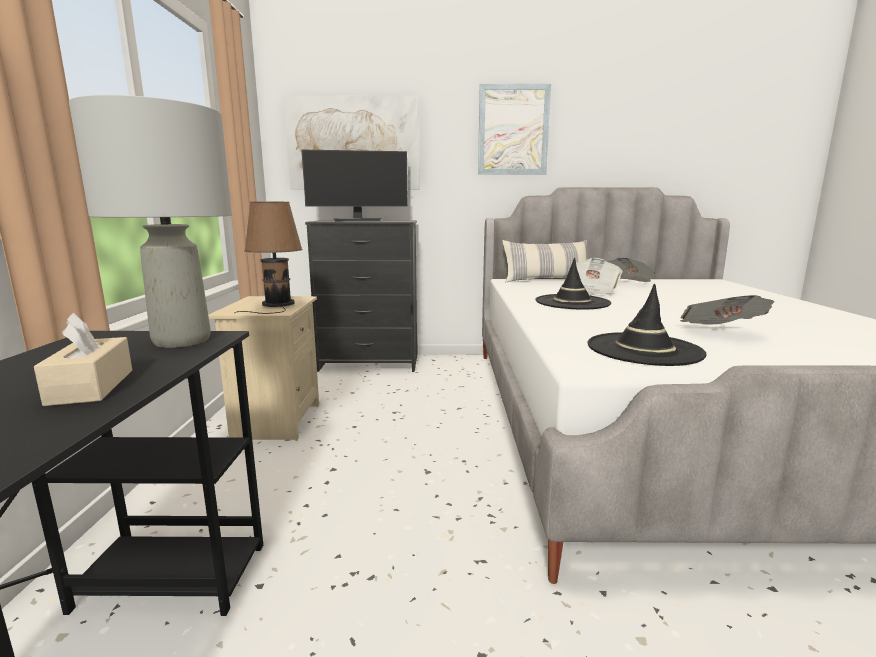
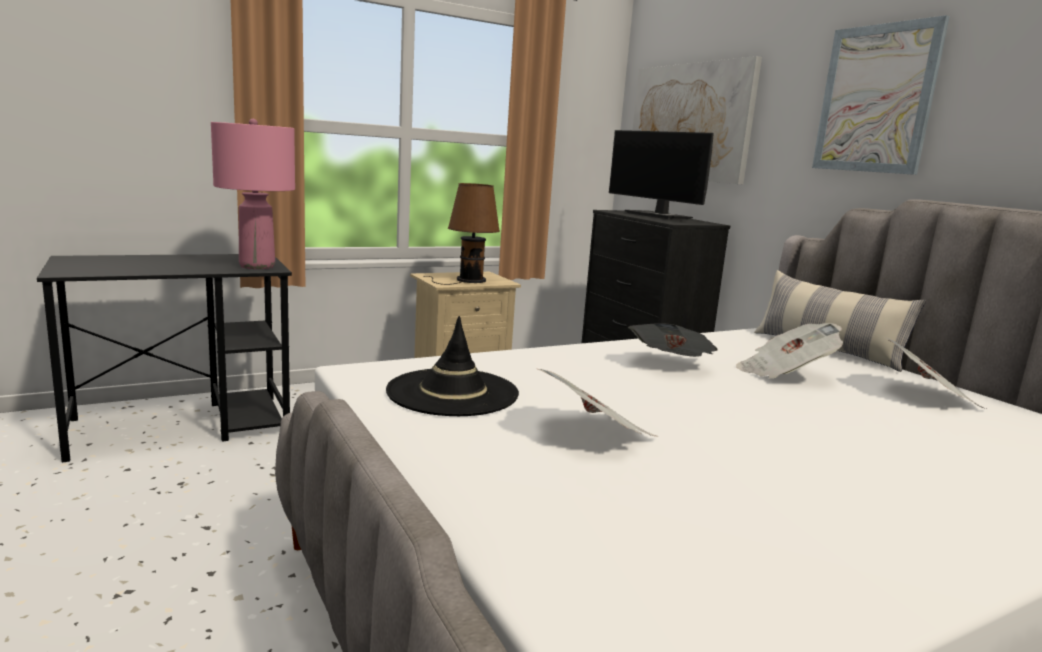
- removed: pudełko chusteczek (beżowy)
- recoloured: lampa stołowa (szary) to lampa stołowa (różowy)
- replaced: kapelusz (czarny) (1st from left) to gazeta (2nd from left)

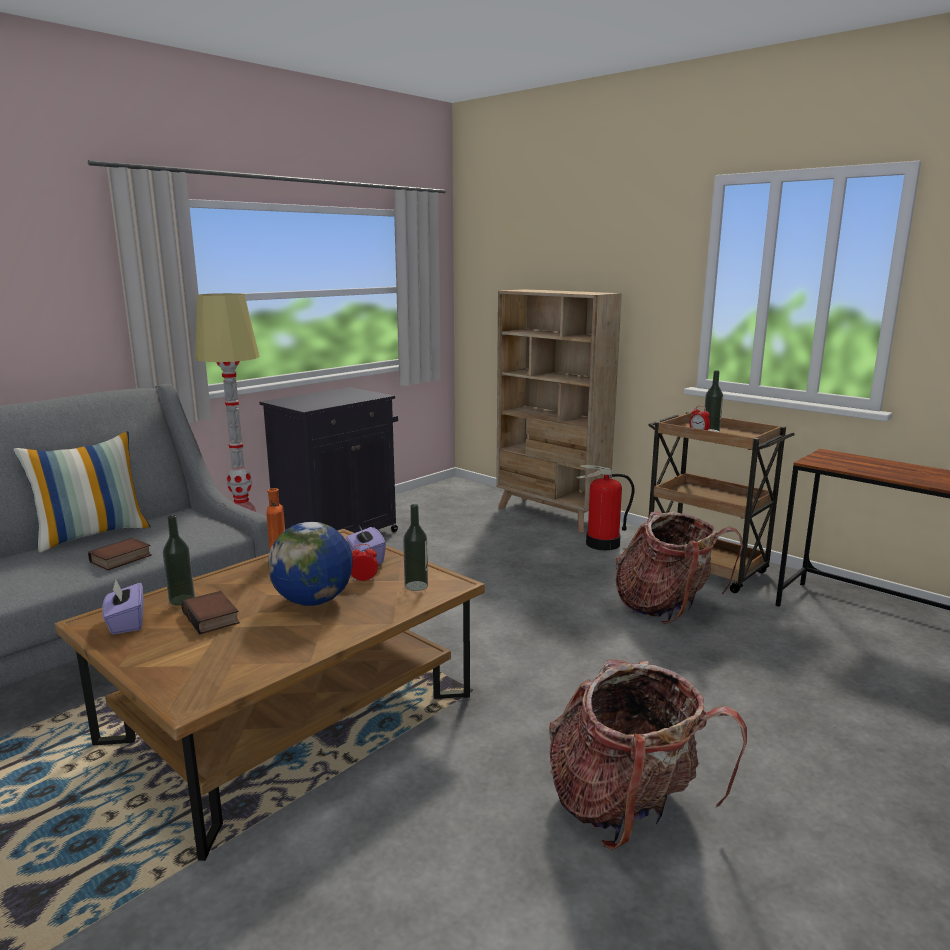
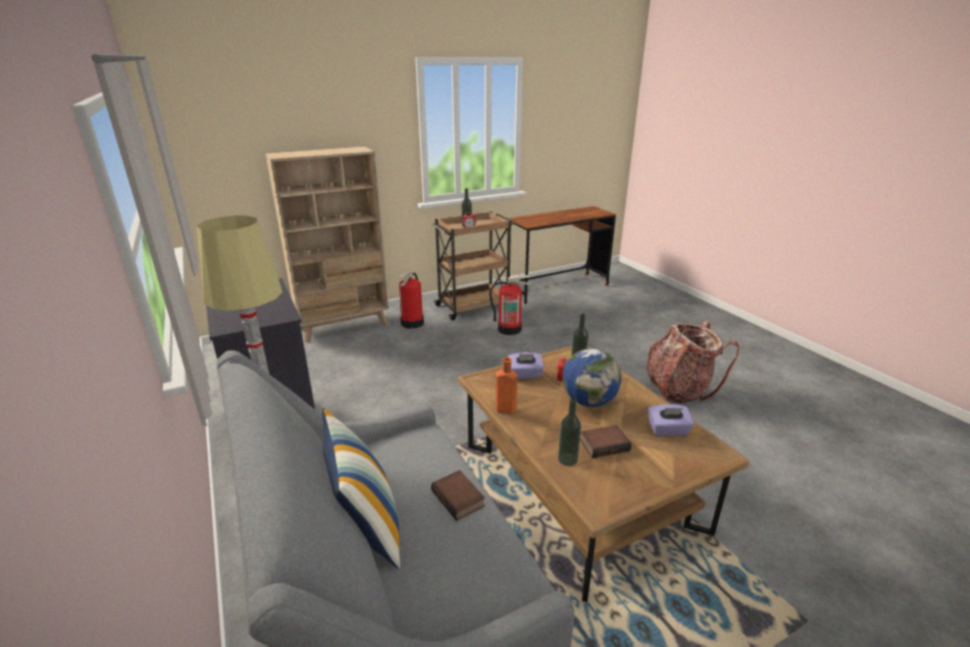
- moved: pudełko chusteczek (fioletowy) (1st from left in the first image) to pudełko chusteczek (fioletowy) (2nd from left)
- replaced: plecak (2nd from left) to gaśnica (2nd from left)

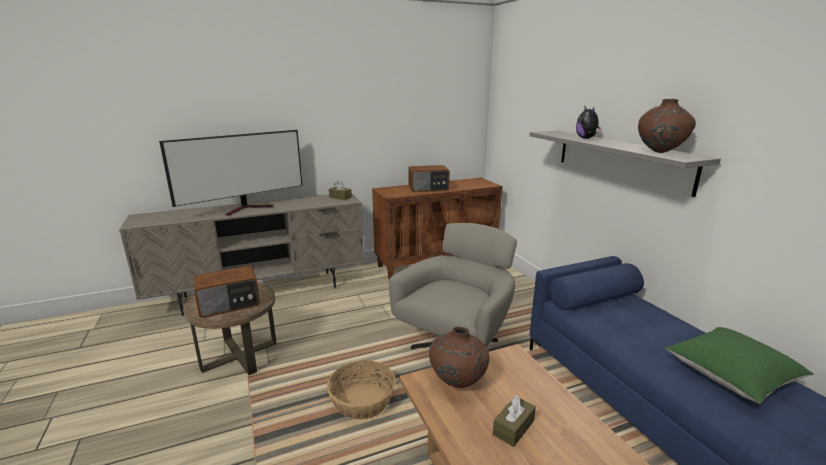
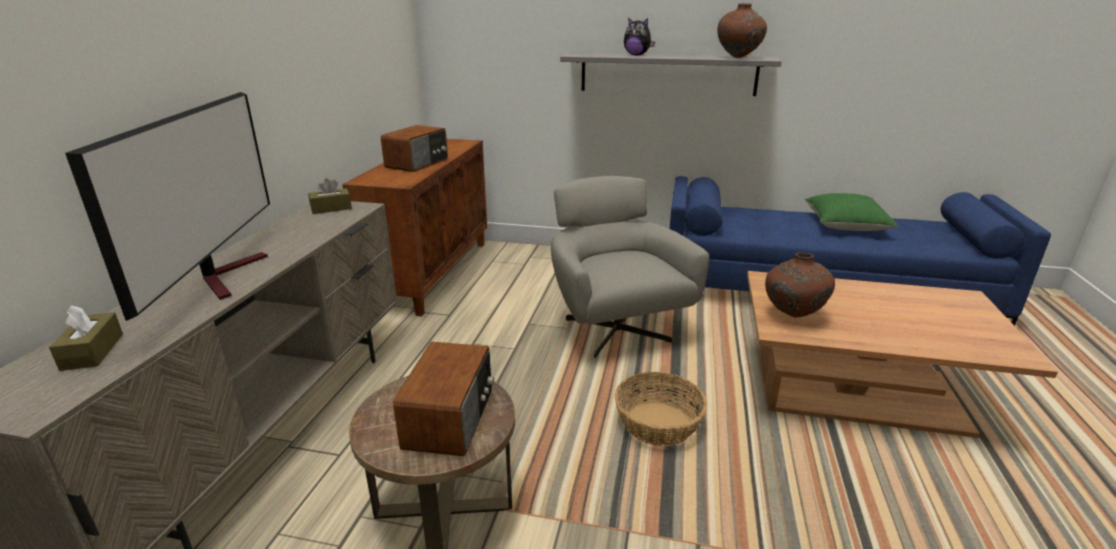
- moved: pudełko chusteczek (brązowy) (2nd from left in the first image) to pudełko chusteczek (brązowy) (1st from left)

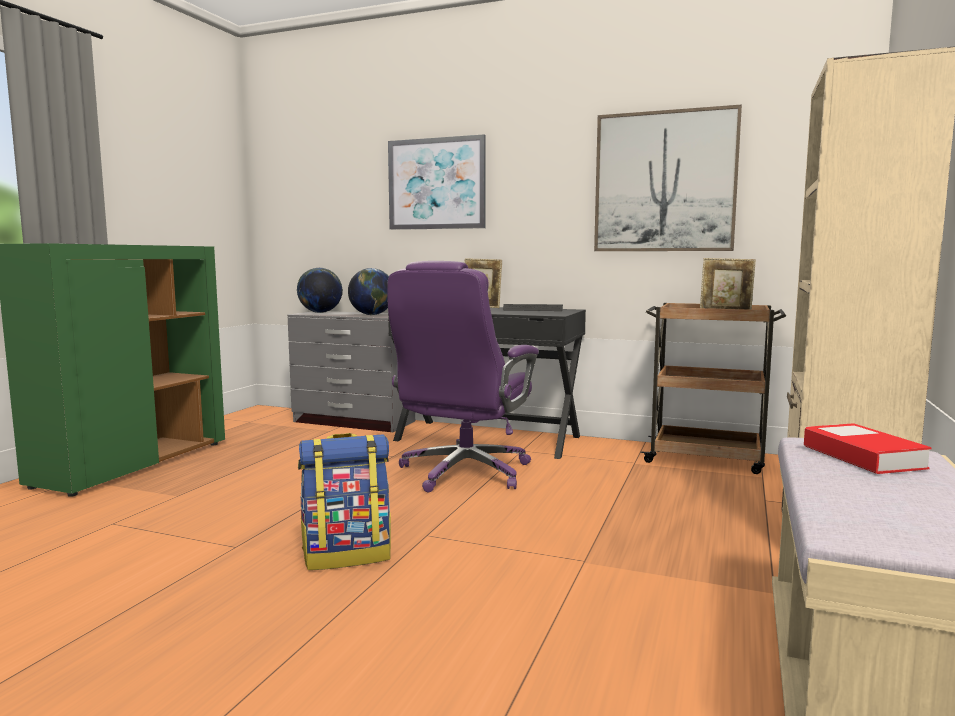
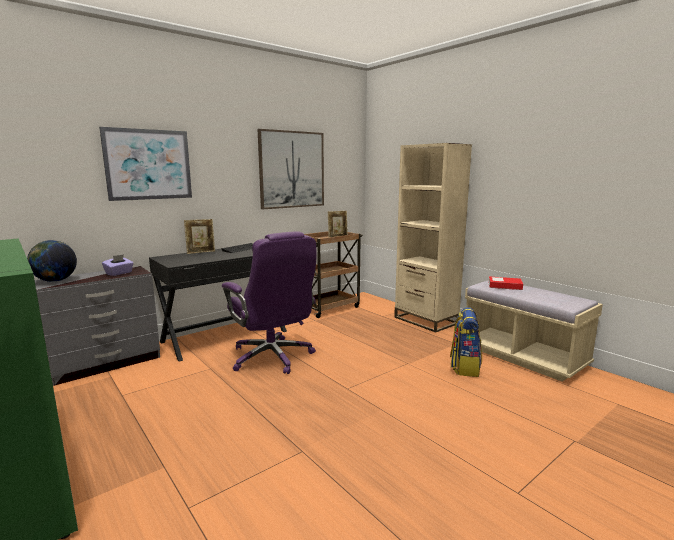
- moved: plecak
- replaced: globus (2nd from left) to pudełko chusteczek (fioletowy)

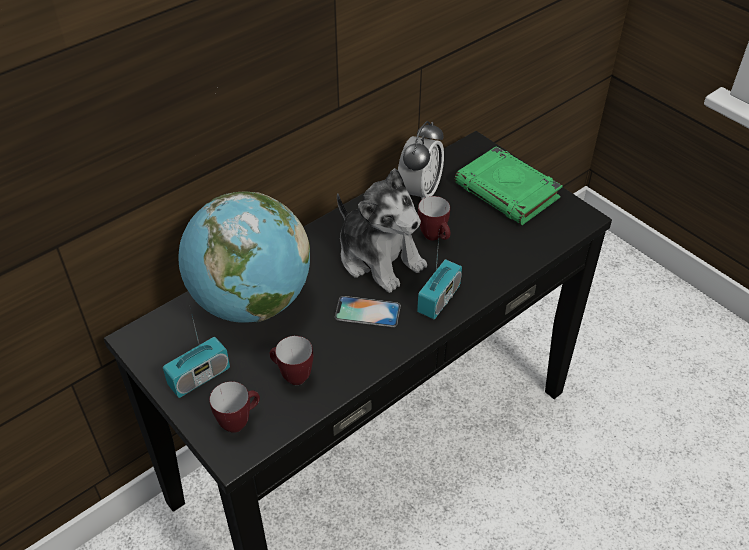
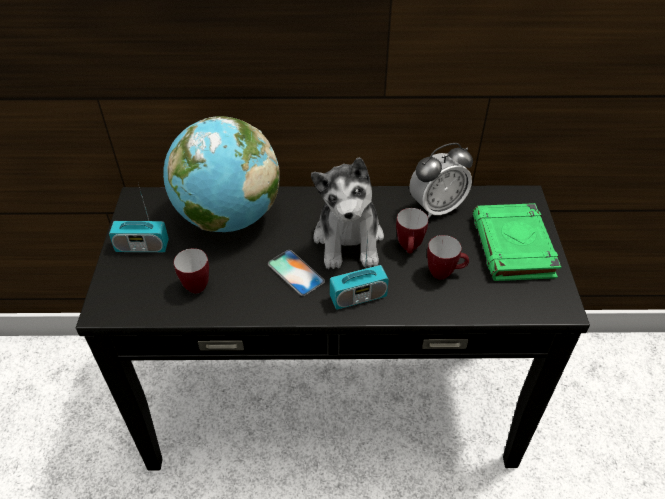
- moved: kubek (1st from left in the first image) to kubek (3rd from left)

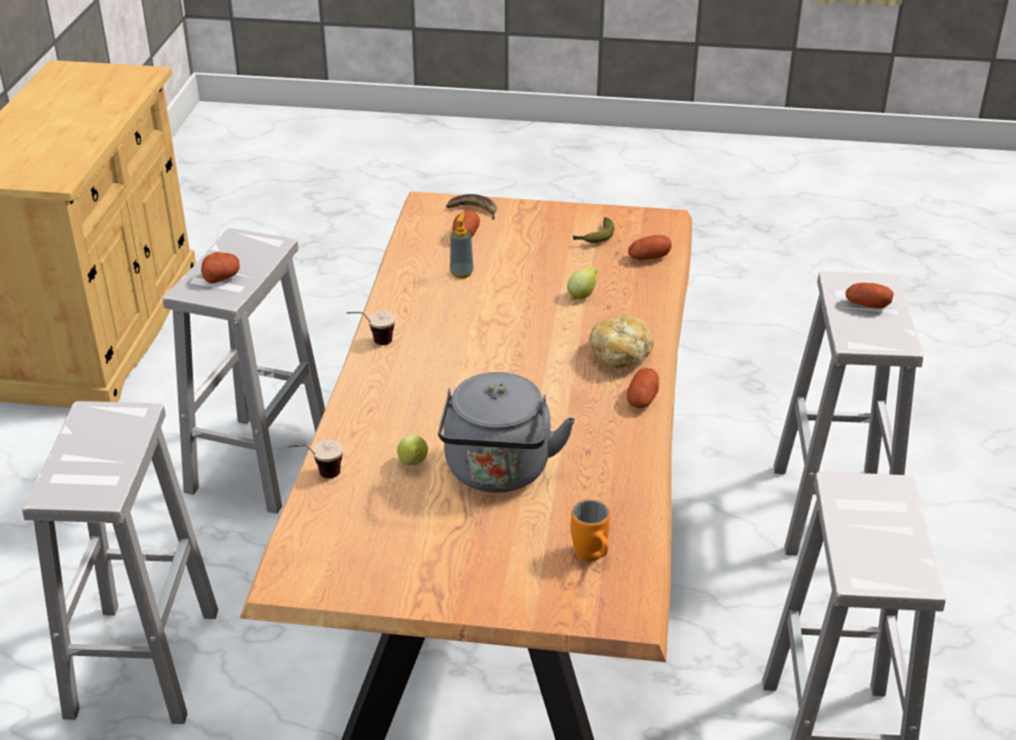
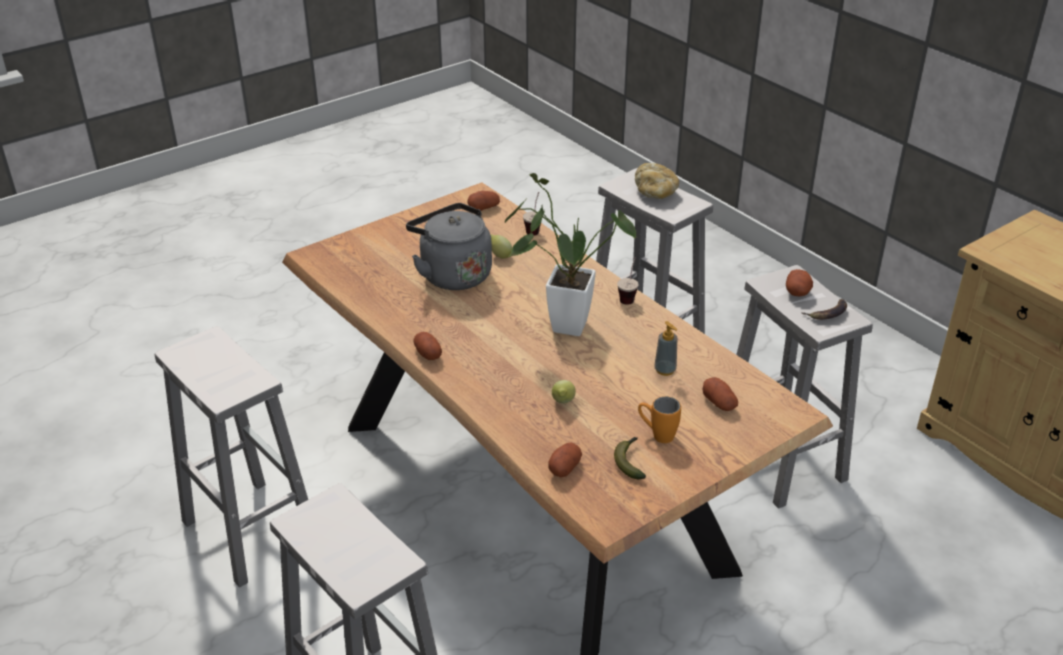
- moved: banan (1st from left in the first image) to banan (2nd from left)
- moved: kubek (pomarańczowy)
- moved: chleb
- moved: ziemniak (5th from left in the first image) to ziemniak (2nd from left)
- added: roślina doniczkowa

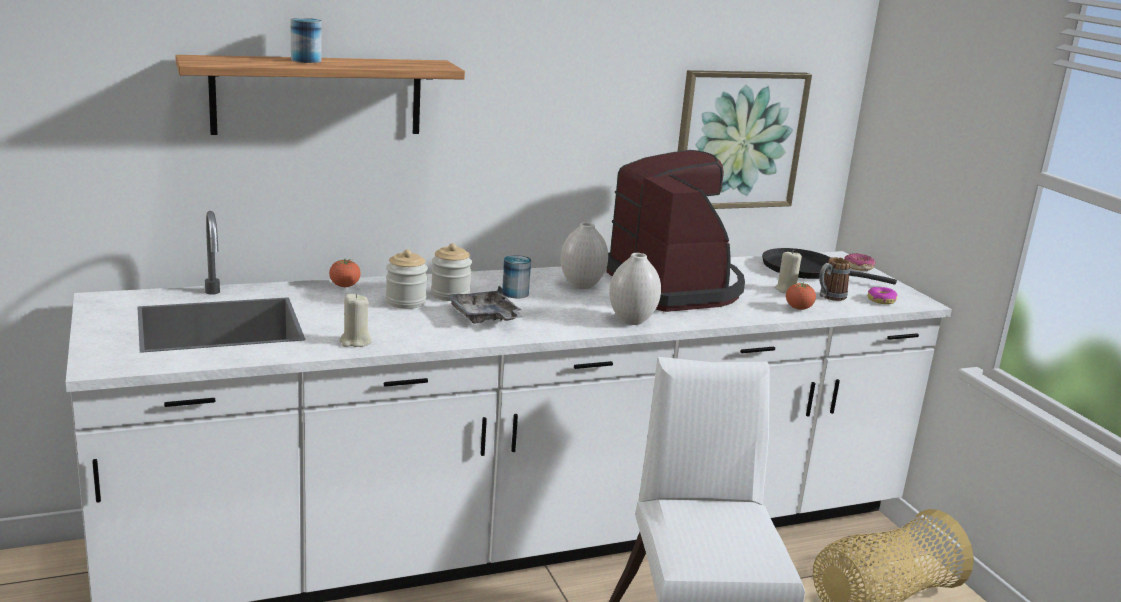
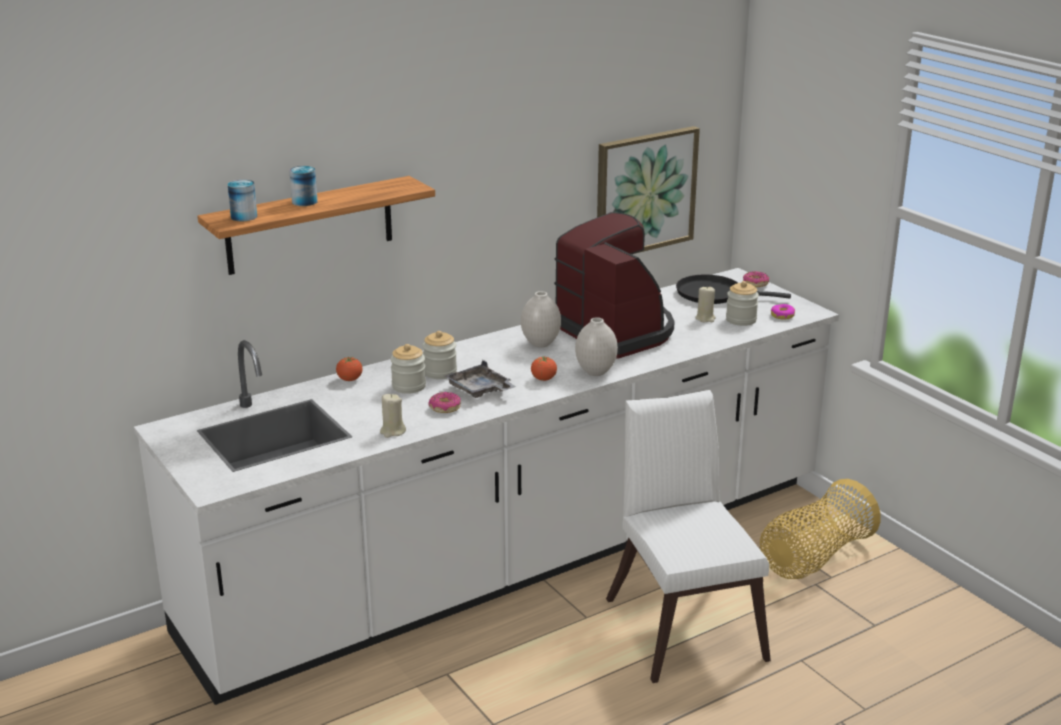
- moved: puszka (2nd from left in the first image) to puszka (1st from left)
- moved: pomidor (2nd from left)
- replaced: kubek to słoik (3rd from left)
- added: donut (1st from left)

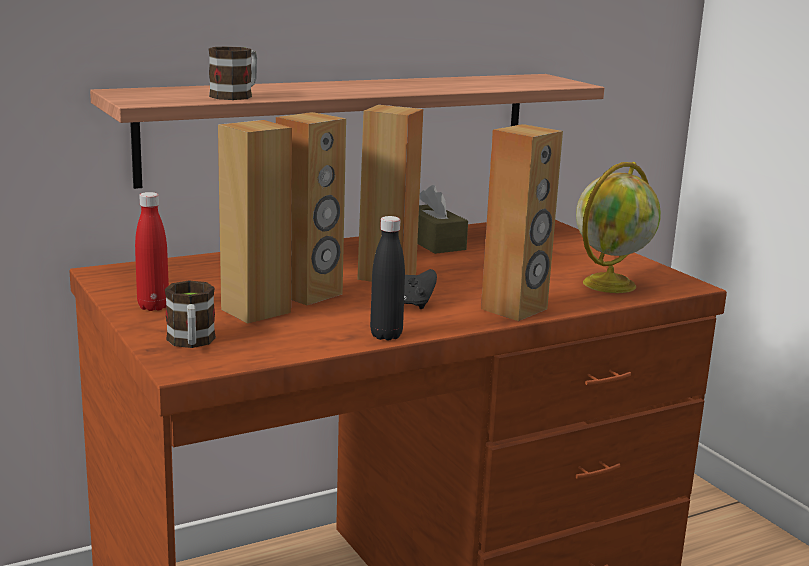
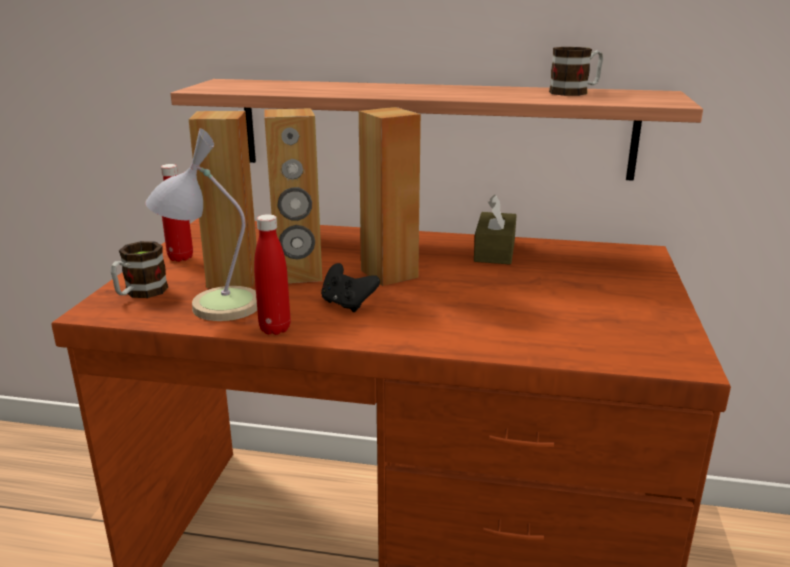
- moved: kubek (2nd from left)
- recoloured: butelka (czarny) to butelka (czerwony) (2nd from left)
- removed: głośnik (brązowy) (4th from left)
- removed: globus
- added: lampa stołowa

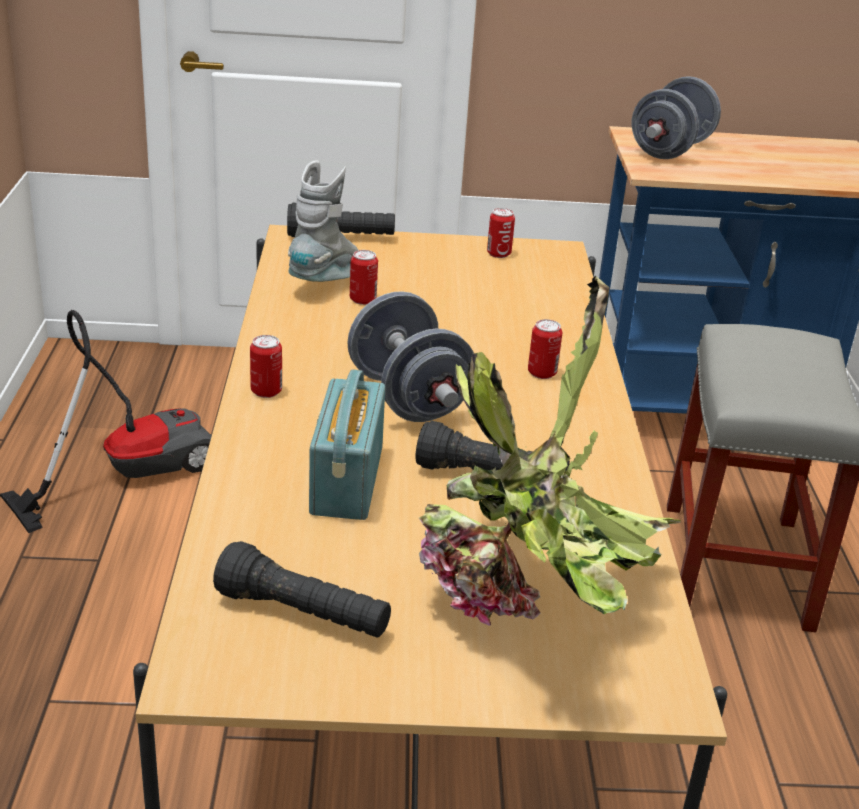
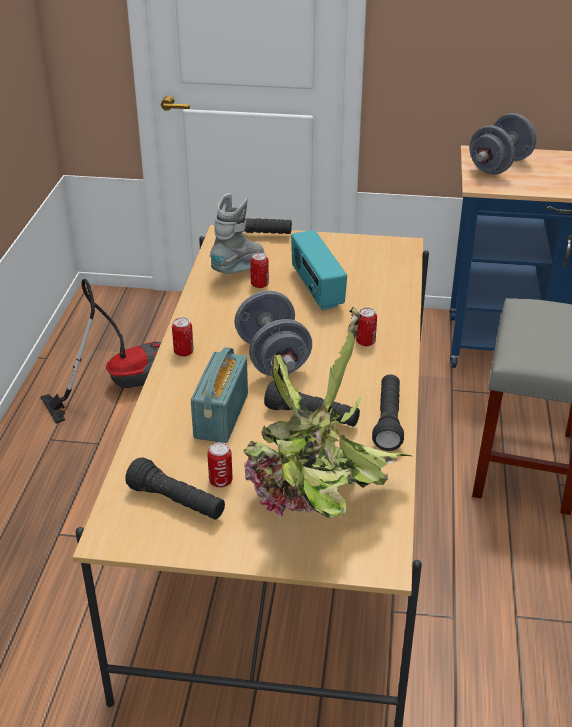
- moved: puszka (3rd from left in the first image) to puszka (2nd from left)
- added: radio (2nd from left)
- added: latarka (czarny) (4th from left)

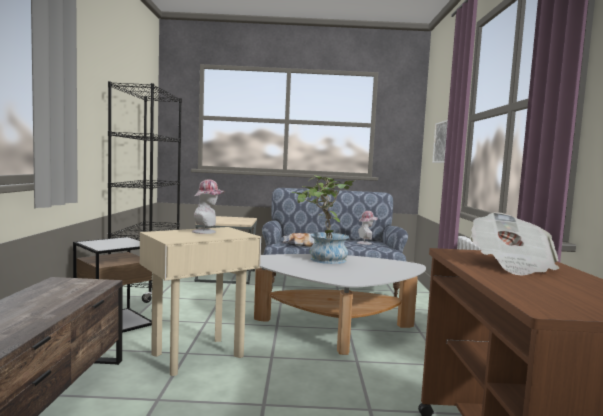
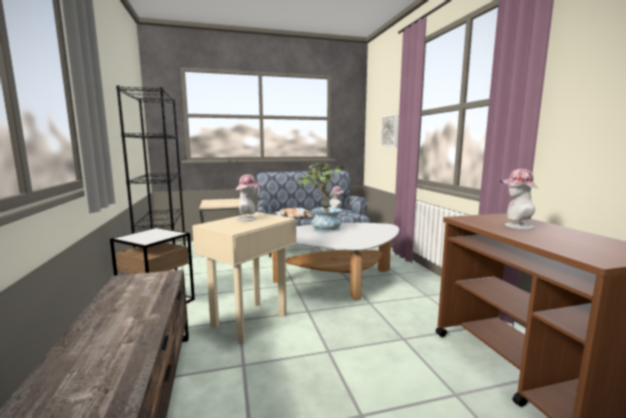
- replaced: gazeta to kapelusz (3rd from left)

